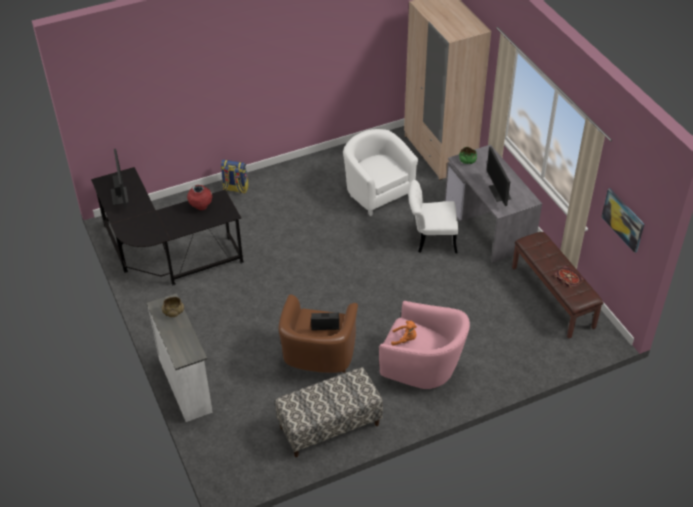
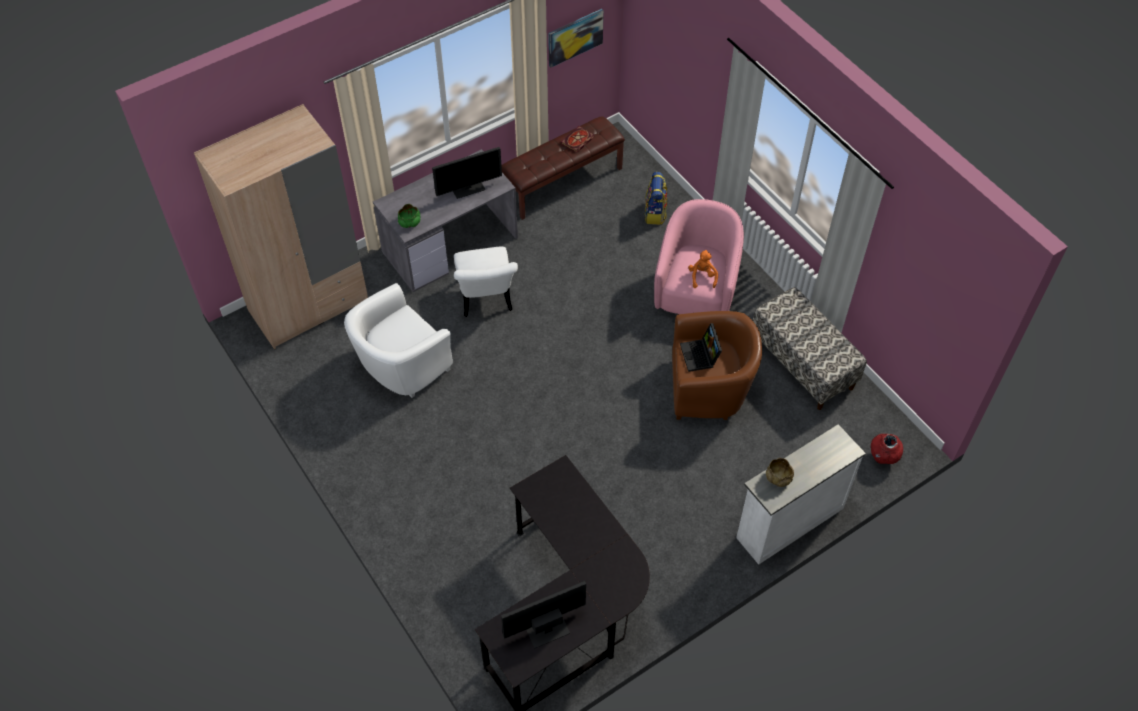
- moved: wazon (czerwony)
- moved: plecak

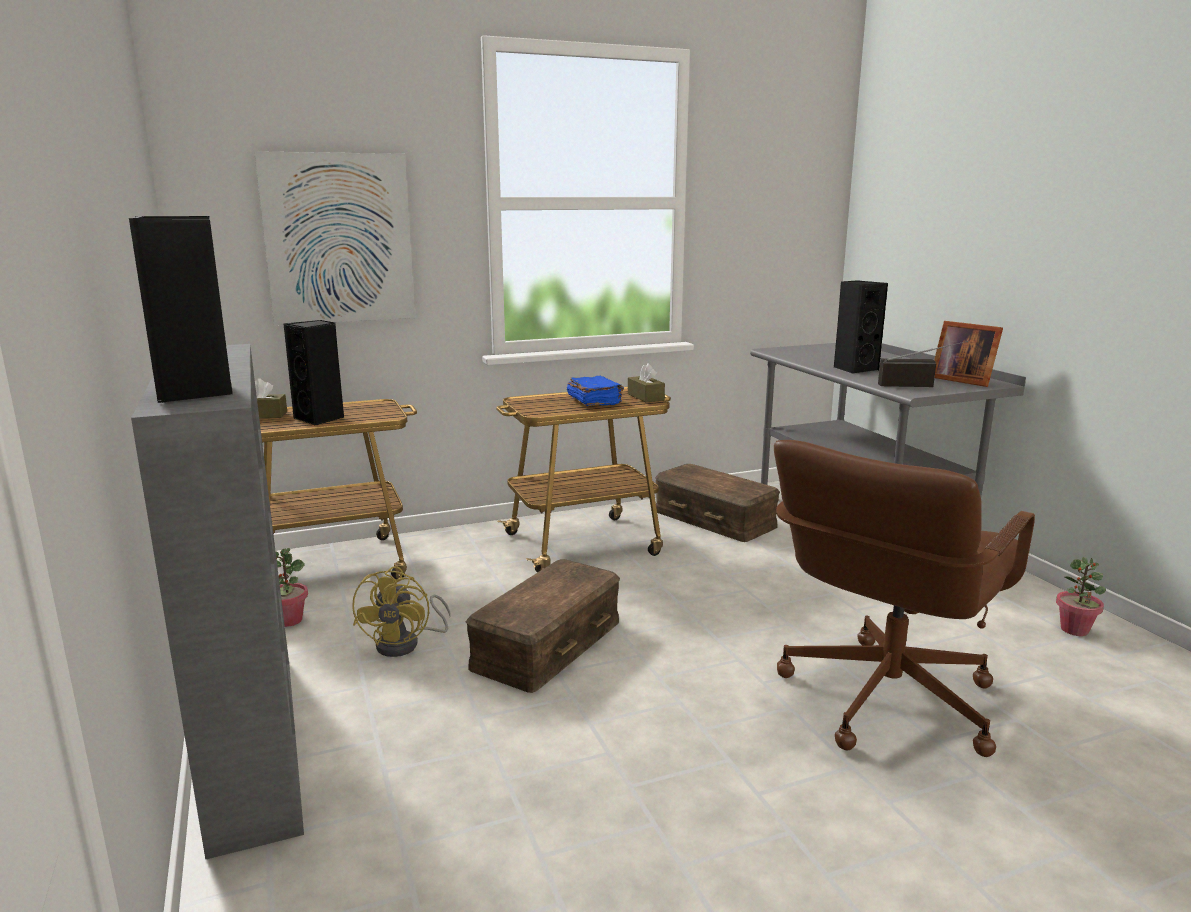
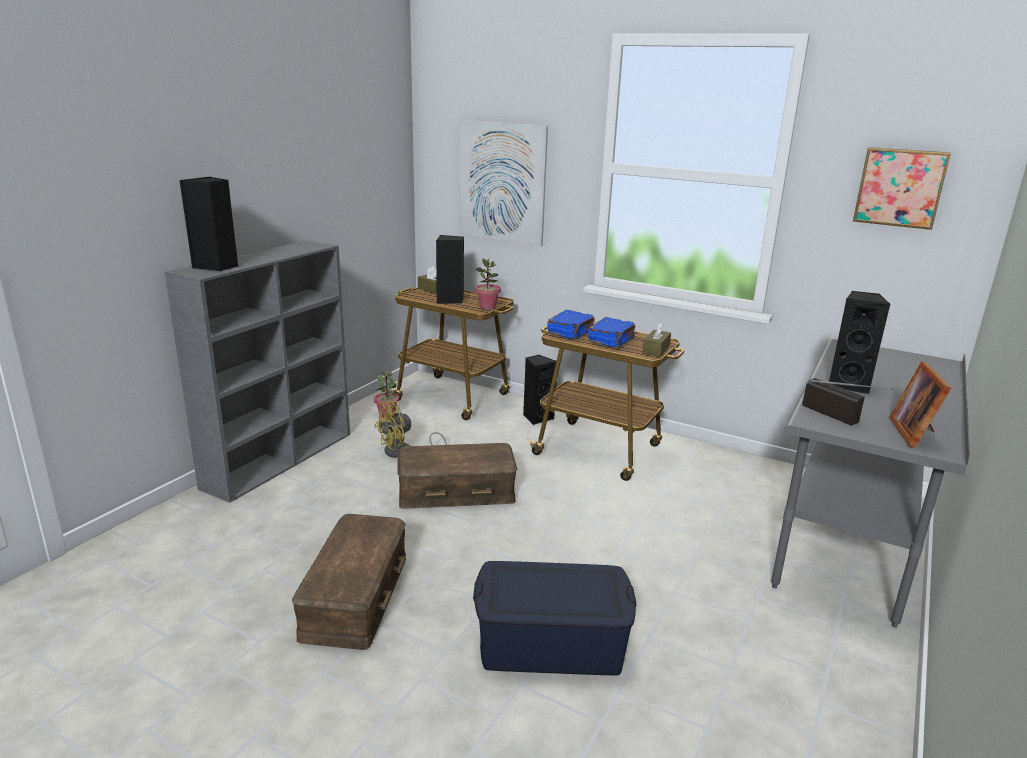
- moved: pojemnik do przechowywania (brązowy) (2nd from left in the first image) to pojemnik do przechowywania (brązowy) (1st from left)
- replaced: krzesło biurowe (brązowy) to pojemnik do przechowywania (niebieski)
- moved: roślina doniczkowa (2nd from left)
- added: głośnik (czarny) (3rd from left)
- added: książka (niebieski) (1st from left)
- added: obraz (2nd from left)

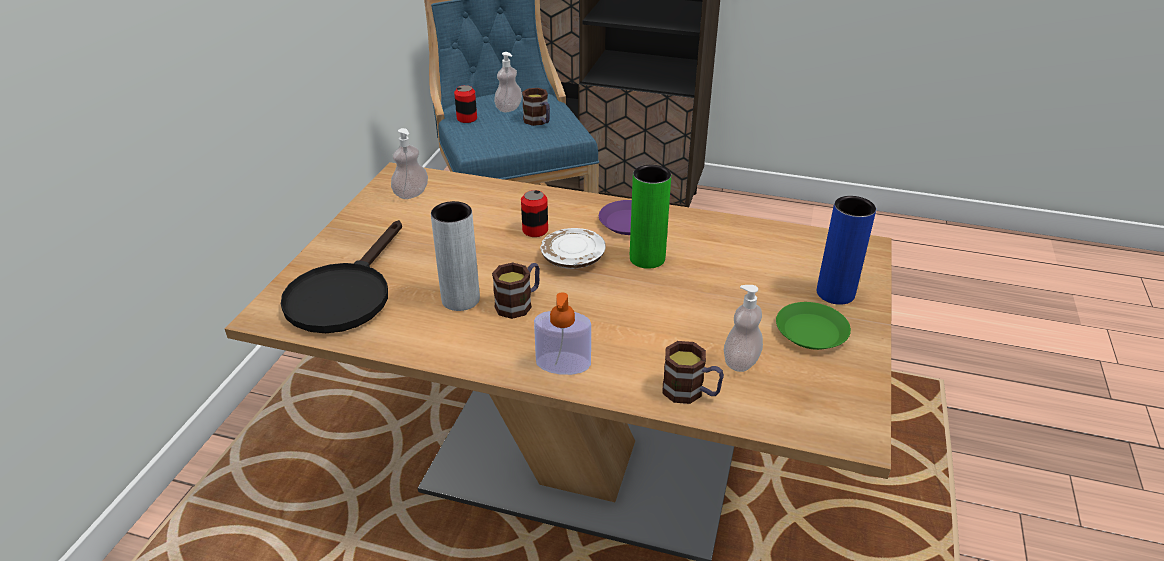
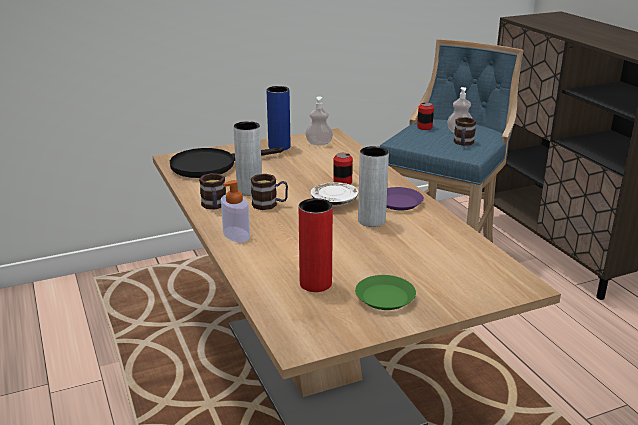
- recoloured: wazon (zielony) to wazon (szary) (2nd from left)
- moved: kubek (3rd from left in the first image) to kubek (1st from left)
- replaced: dozownik mydła (4th from left) to wazon (czerwony)
- moved: wazon (niebieski)

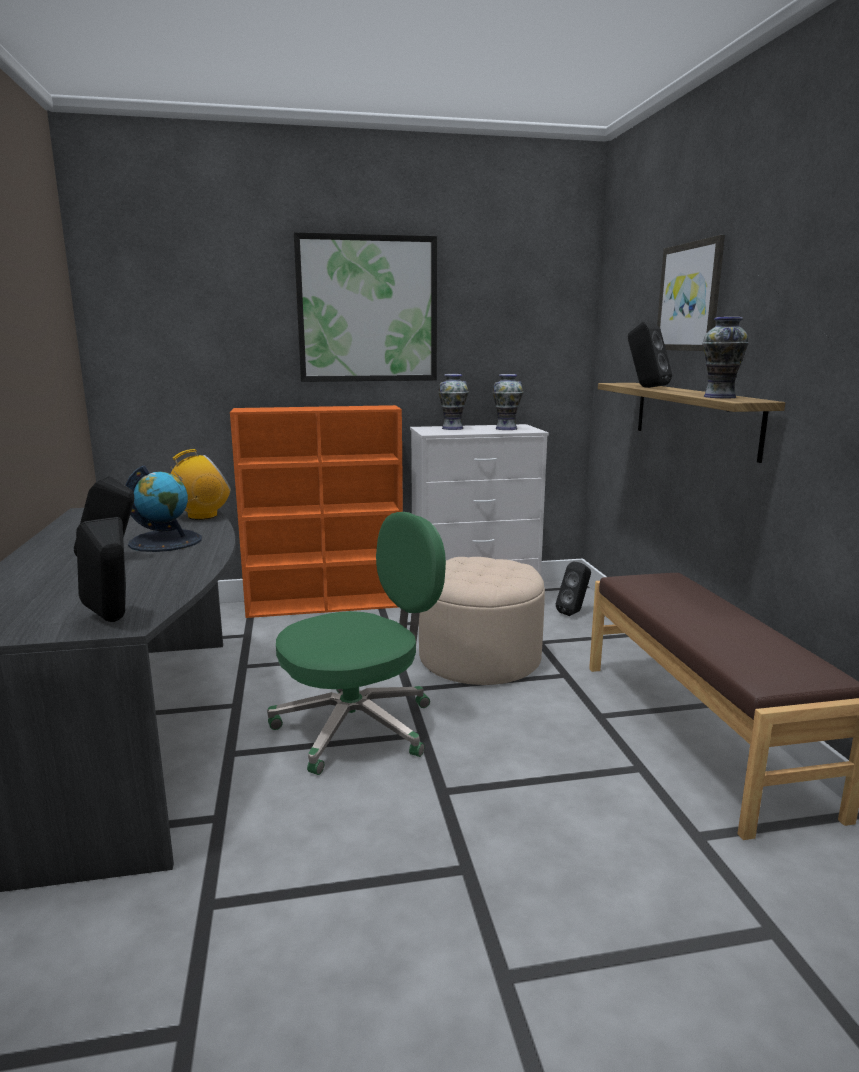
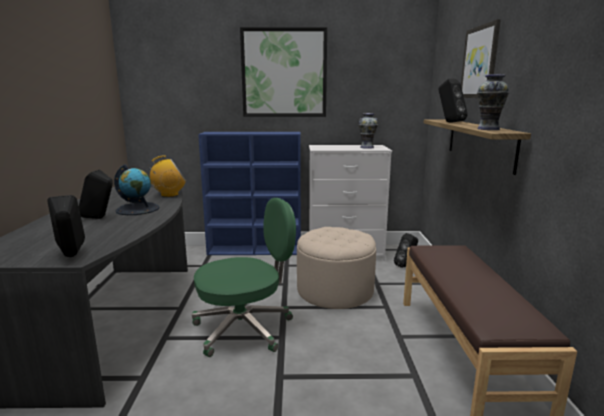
- recoloured: regał (pomarańczowy) to regał (niebieski)
- removed: wazon (1st from left)

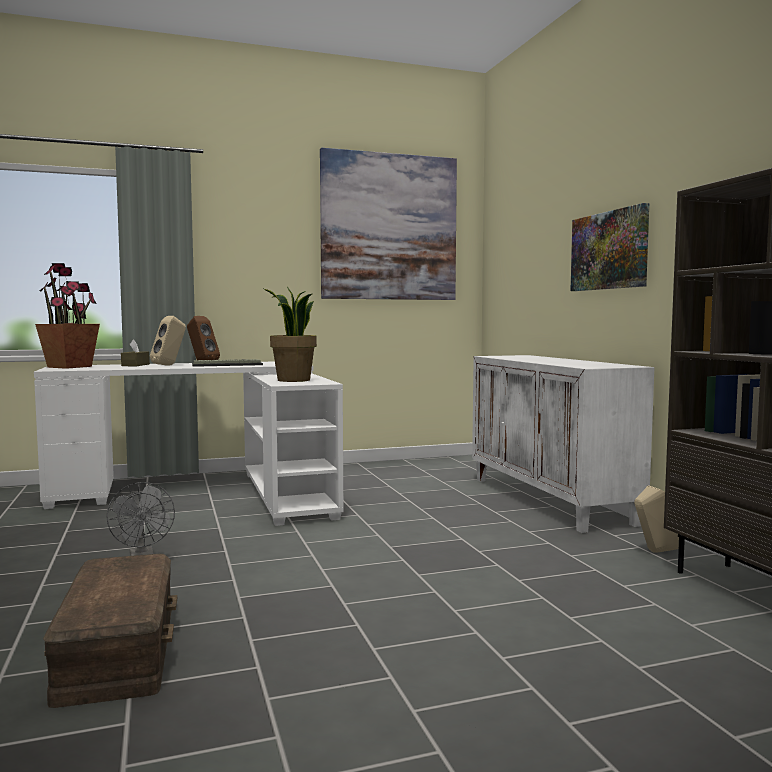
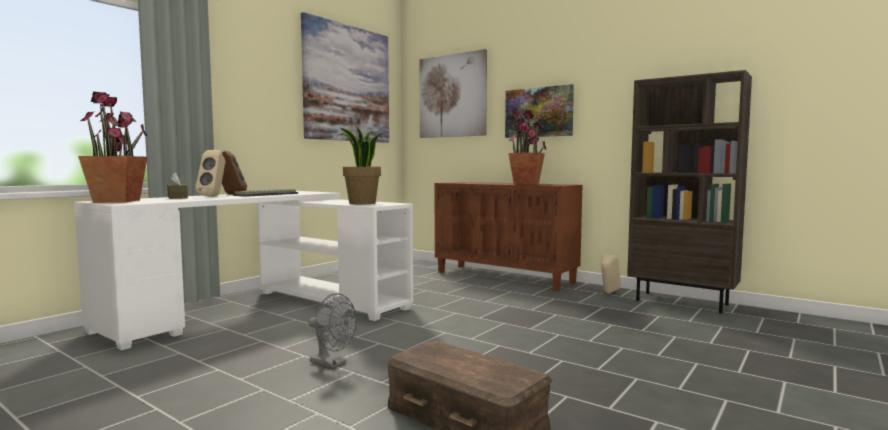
- recoloured: szafka (biały) to szafka (brązowy)
- added: obraz (2nd from left)
- added: roślina doniczkowa (3rd from left)

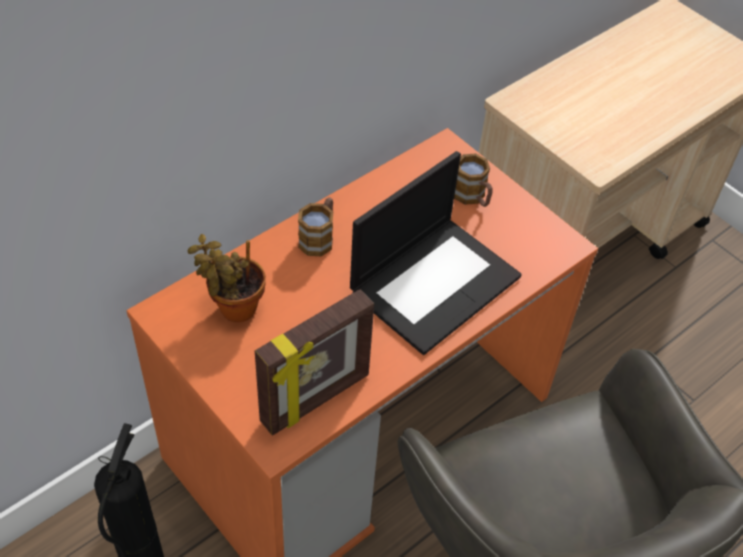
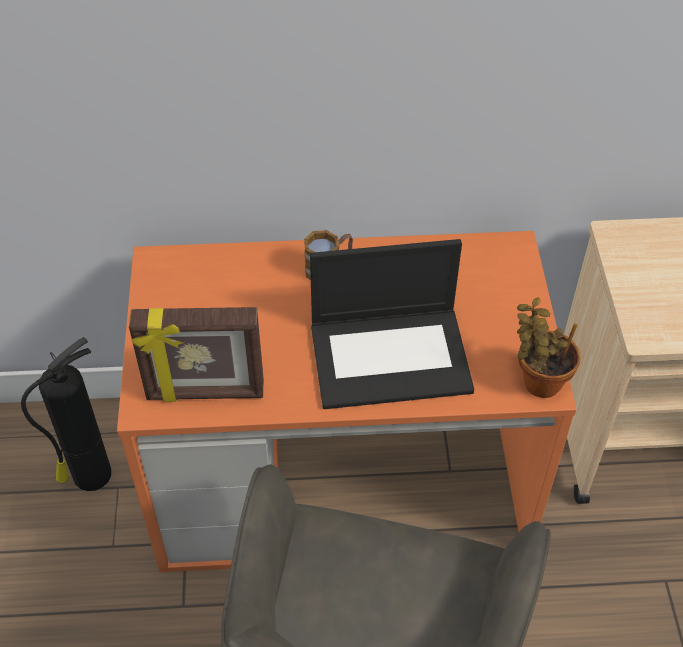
- moved: roślina doniczkowa
- removed: kubek (2nd from left)

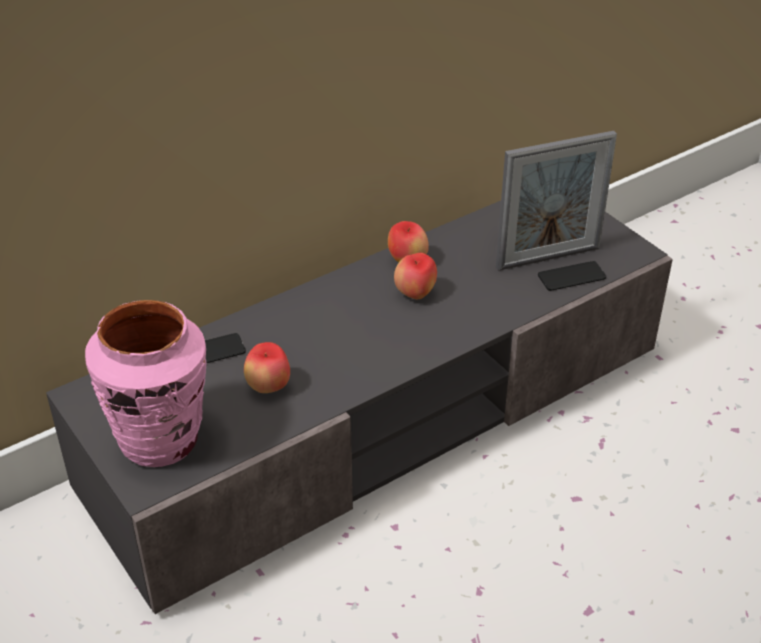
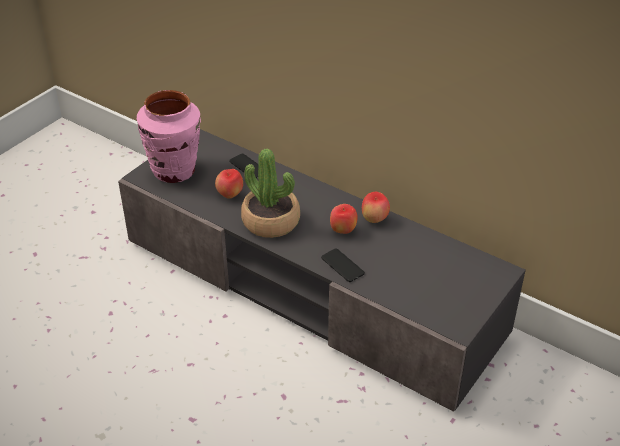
- removed: ramka na zdjęcie
- moved: telefon (2nd from left)
- added: roślina doniczkowa

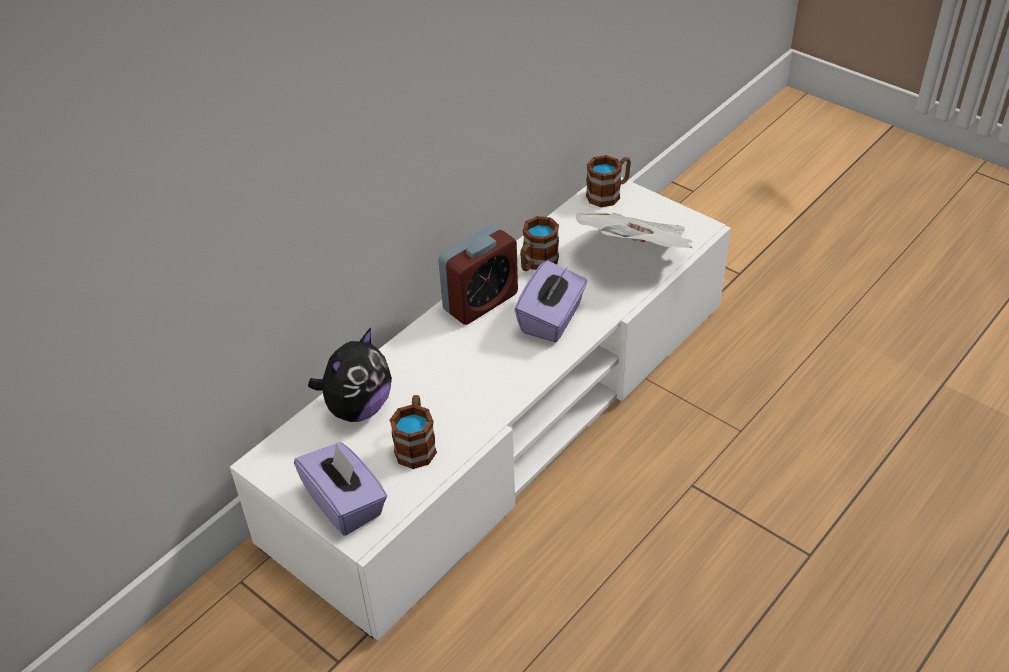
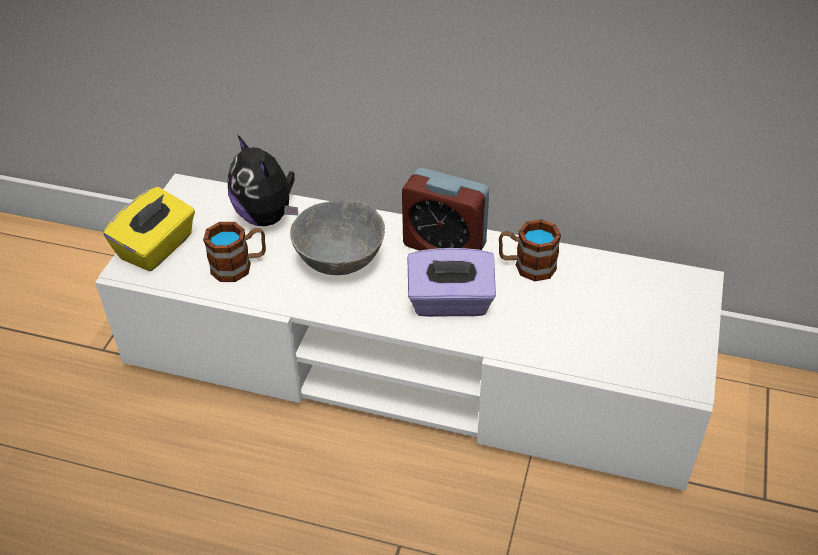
- recoloured: pudełko chusteczek (fioletowy) (1st from left) to pudełko chusteczek (żółty)
- turned: pluszak 45 degrees clockwise
- removed: gazeta
- removed: kubek (3rd from left)
- added: miska (szary)

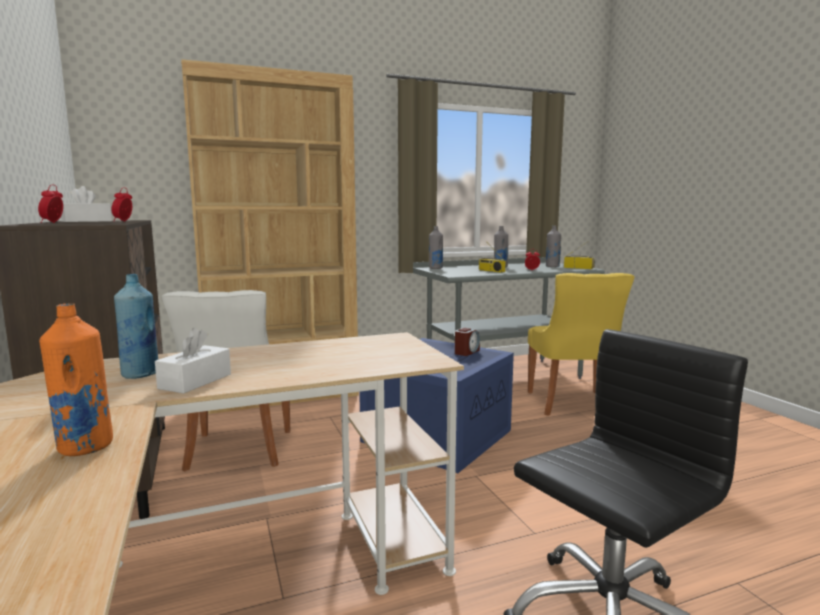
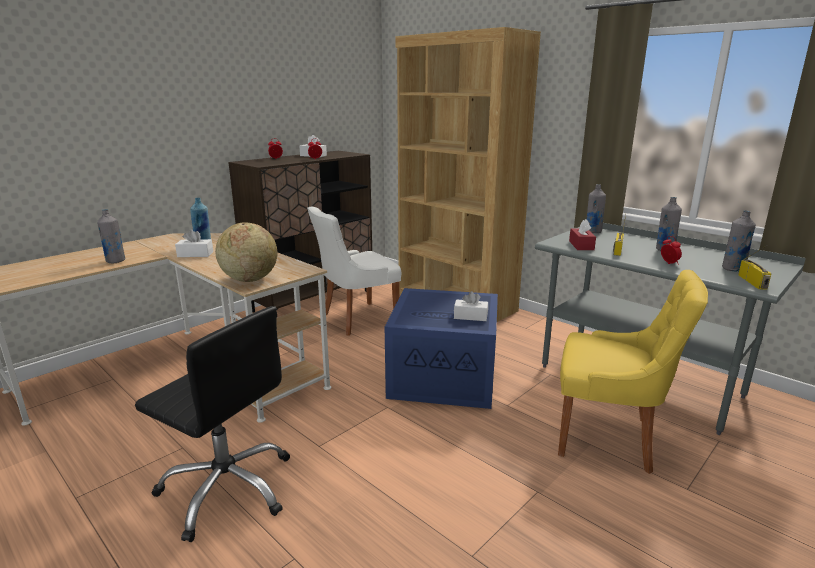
- recoloured: butelka (pomarańczowy) to butelka (szary) (1st from left)
- replaced: budzik (3rd from left) to pudełko chusteczek (biały) (3rd from left)
- turned: krzesło (żółty) 135 degrees counterclockwise
- added: globus
- added: pudełko chusteczek (czerwony)

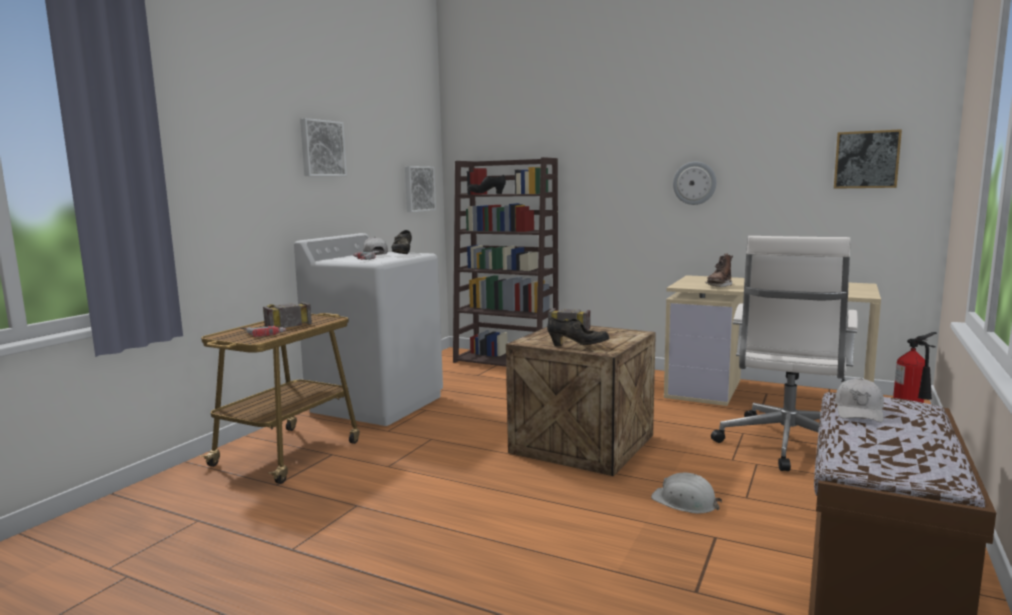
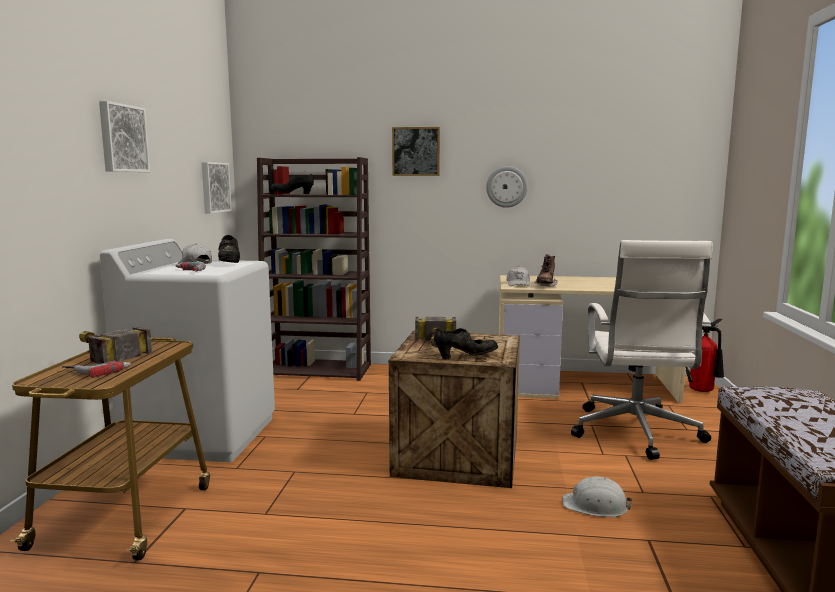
- moved: obraz (3rd from left)
- moved: czapka z daszkiem (biały) (2nd from left)

